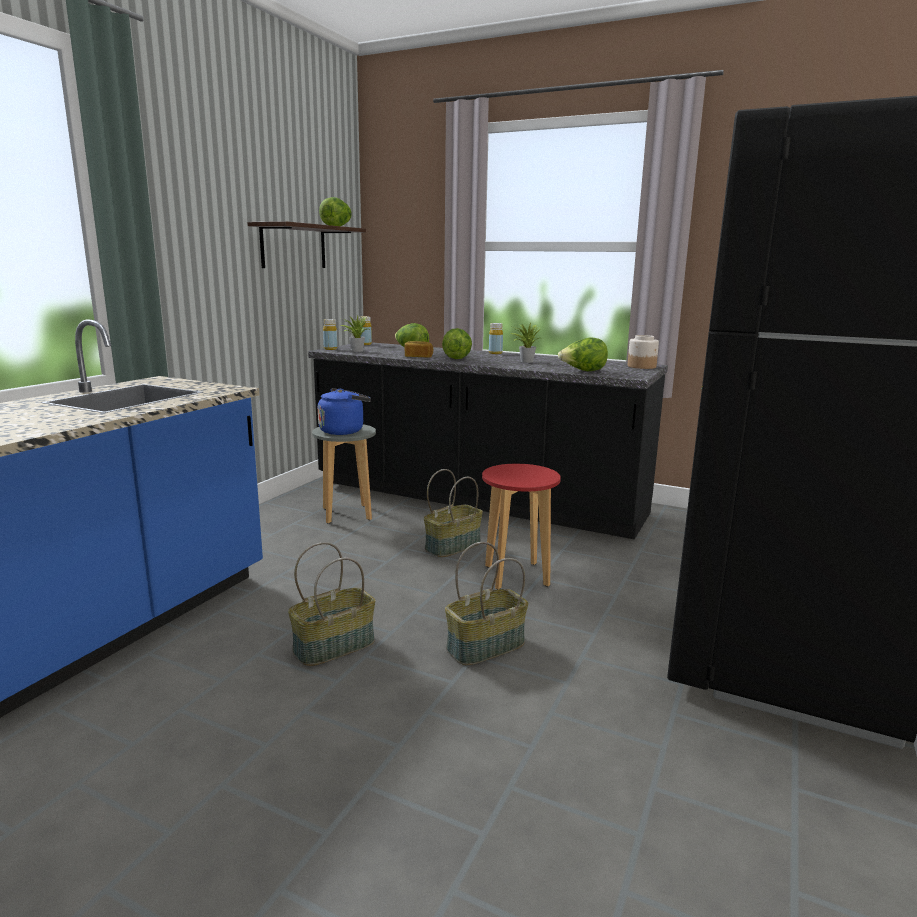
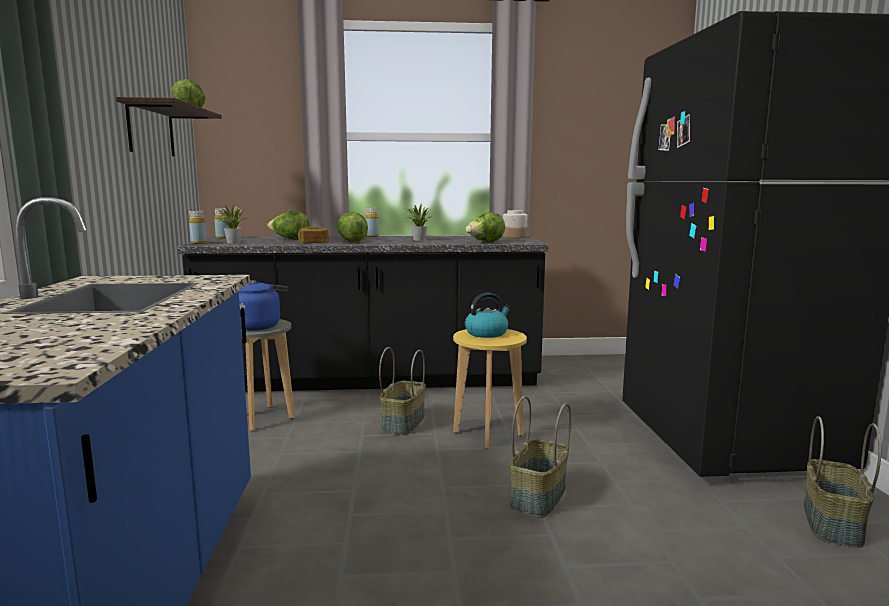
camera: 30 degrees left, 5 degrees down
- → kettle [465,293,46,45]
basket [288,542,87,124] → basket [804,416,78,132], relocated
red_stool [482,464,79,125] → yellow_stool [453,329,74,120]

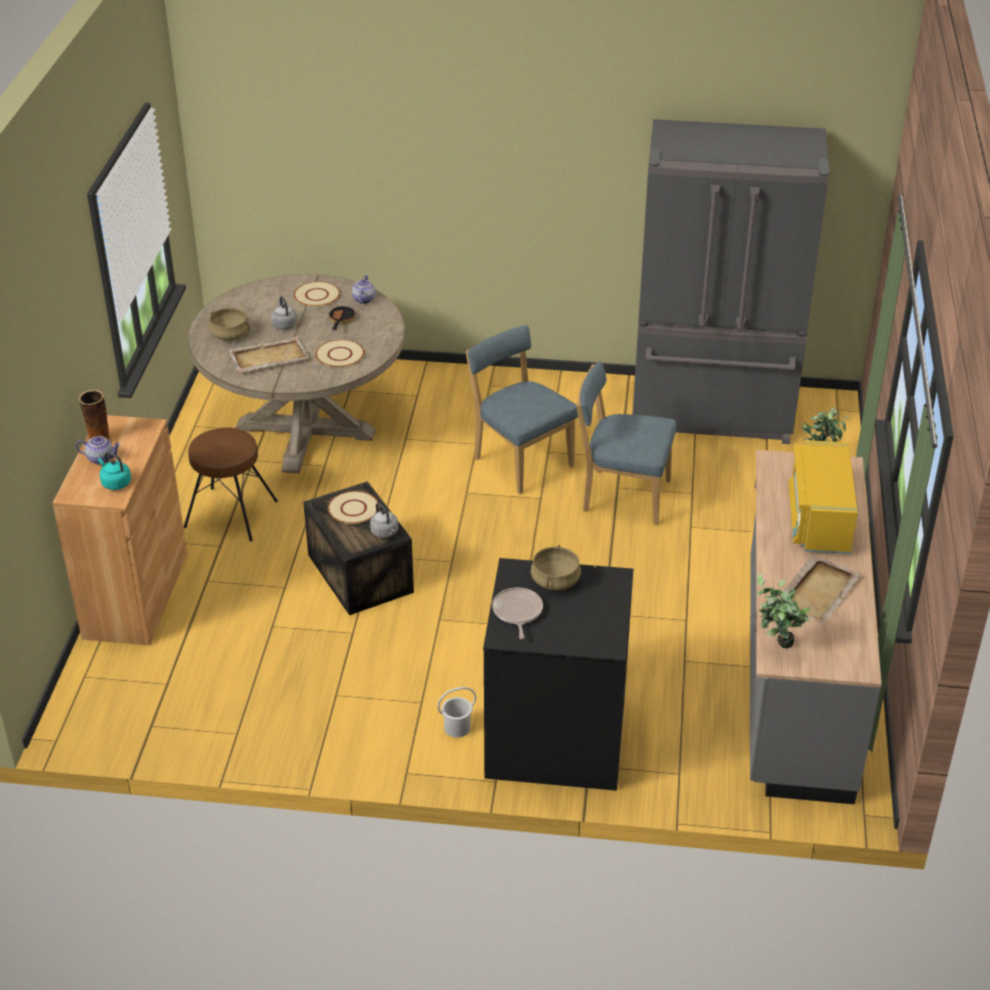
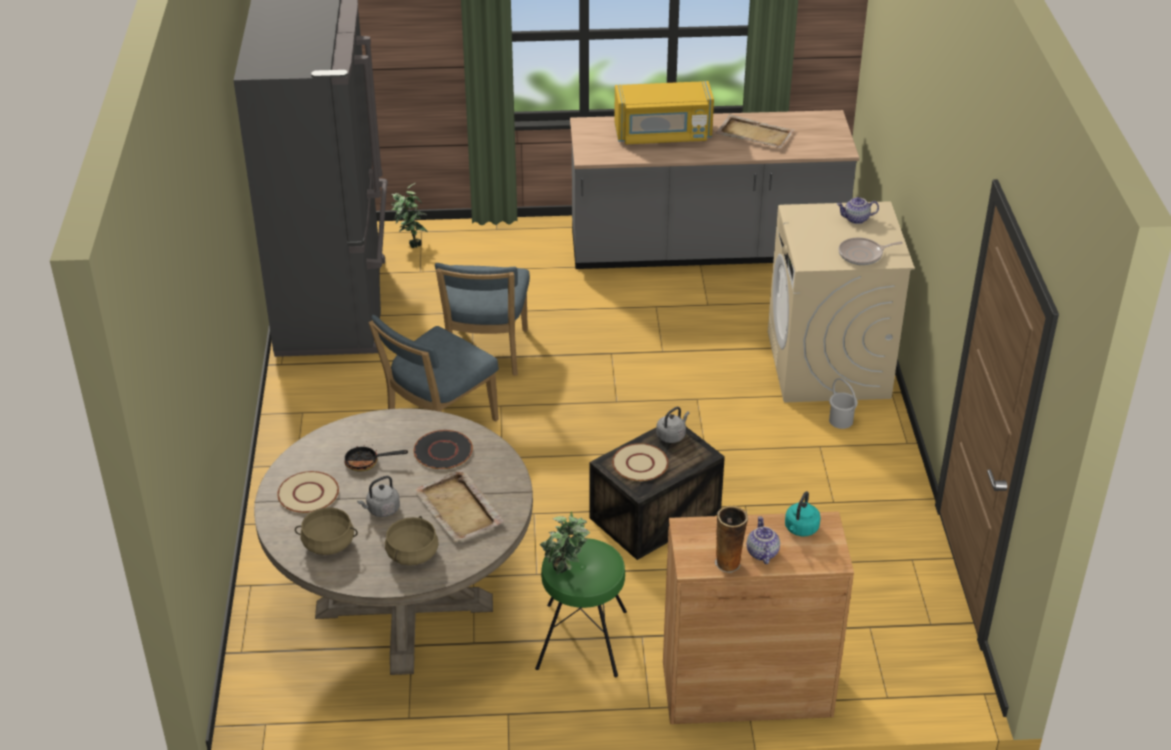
camera: 100 degrees left, 0 degrees up
teapot [352,275,23,29] → teapot [837,197,42,27], relocated
beige_cooking_pot [531,545,50,45] → beige_cooking_pot [295,507,63,48], relocated
potted_plant [757,574,53,74] → potted_plant [540,511,50,63], relocated
brown_stool [184,428,94,113] → green_stool [535,538,92,139]
beige_plate [316,339,48,28] → black_plate [414,430,59,39]
black_washing_machine [483,558,150,233] → beige_washing_machine [768,201,147,202]

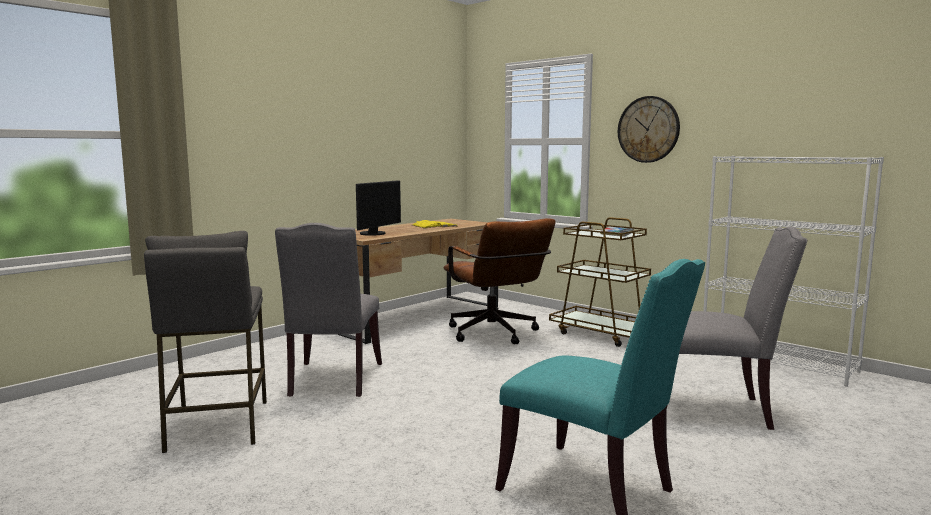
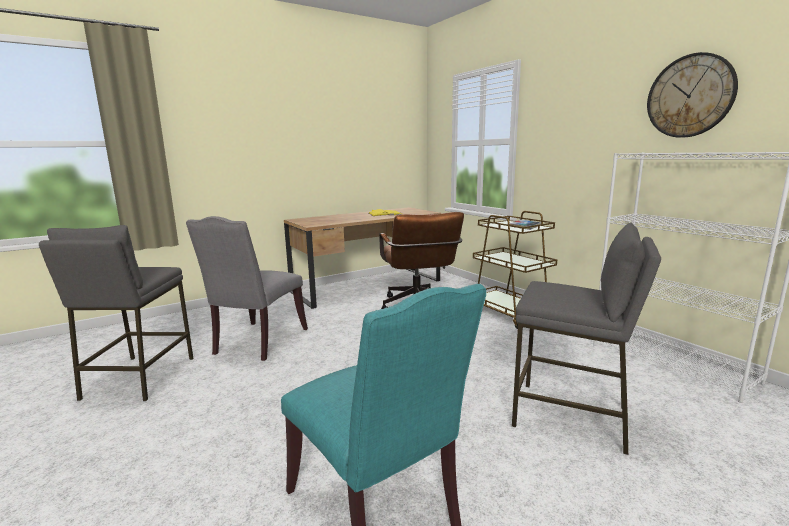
camera: 15 degrees right, 5 degrees up
monitor [356,180,45,56] → -
wall_clock [618,96,62,67] → wall_clock [647,52,91,86], relocated
grey_chair [679,227,128,203] → grey_stool [512,223,149,232]

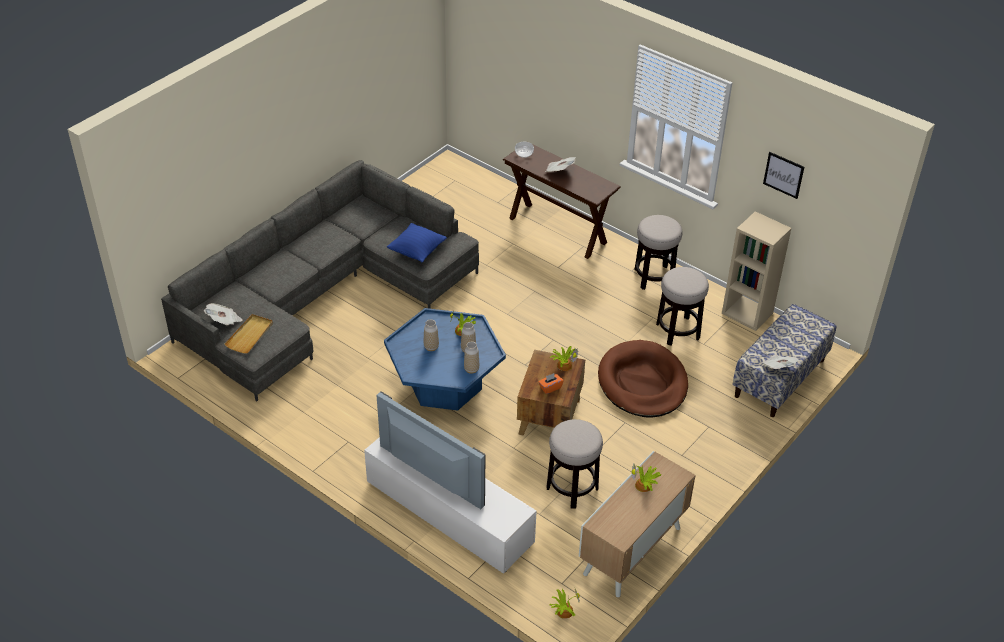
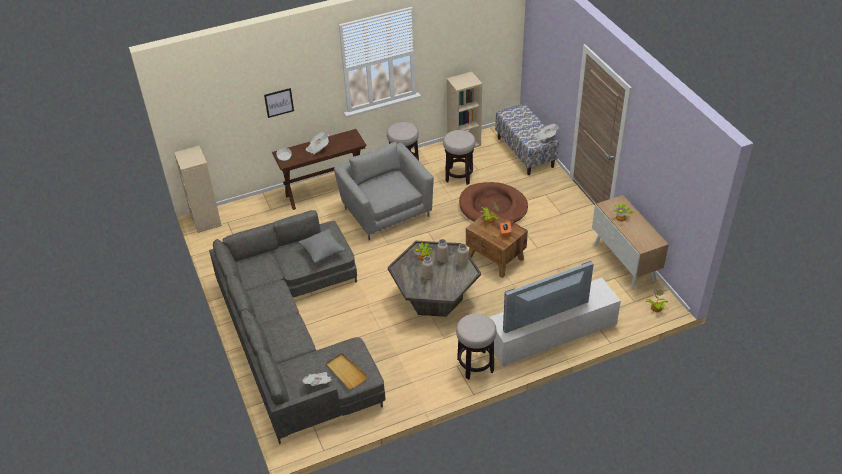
camera: 60 degrees left, 0 degrees up
- → beige_bookcase [174,146,48,87]
- → grey_armchair [334,142,100,98]
stool [547,419,56,90] → stool [456,313,41,66], relocated
picture [763,152,41,47] → picture [264,88,30,30], relocated
blue_coffee_table [384,308,122,103] → grey_coffee_table [388,241,93,76]
blue_pillow [387,223,60,39] → grey_pillow [299,229,46,34]

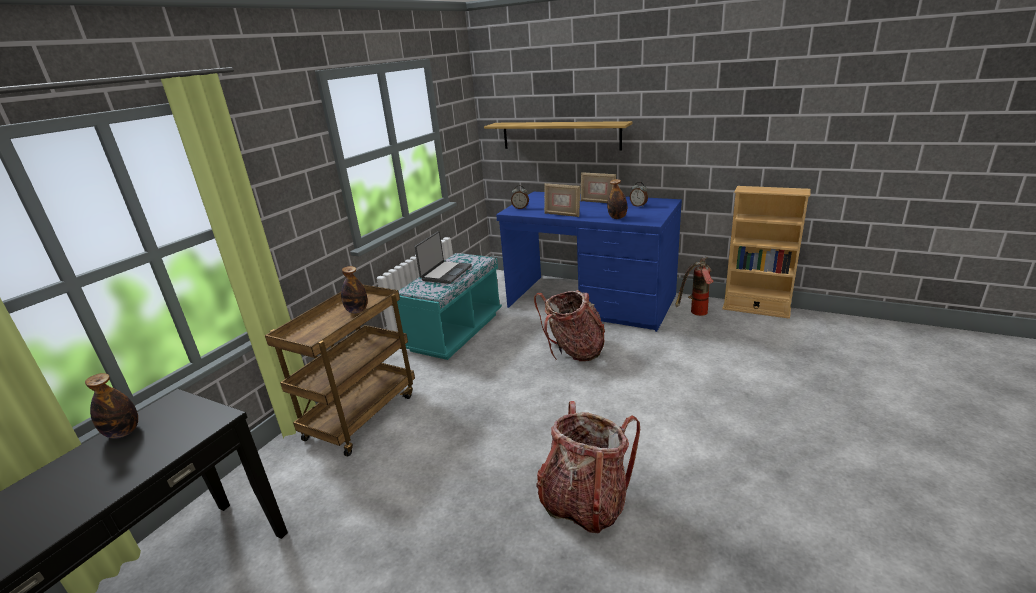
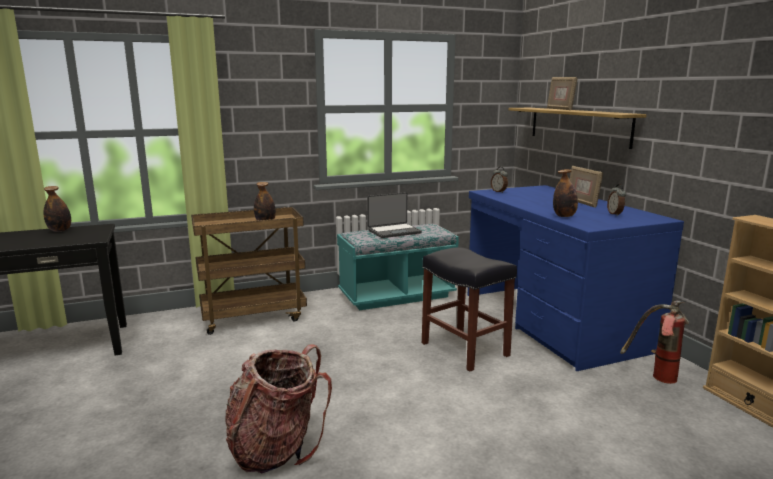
camera: 40 degrees right, 10 degrees down
picture_frame [544,183,36,34] → picture_frame [547,77,31,33], relocated
backpack [534,290,71,71] → black_stool [422,247,95,125]

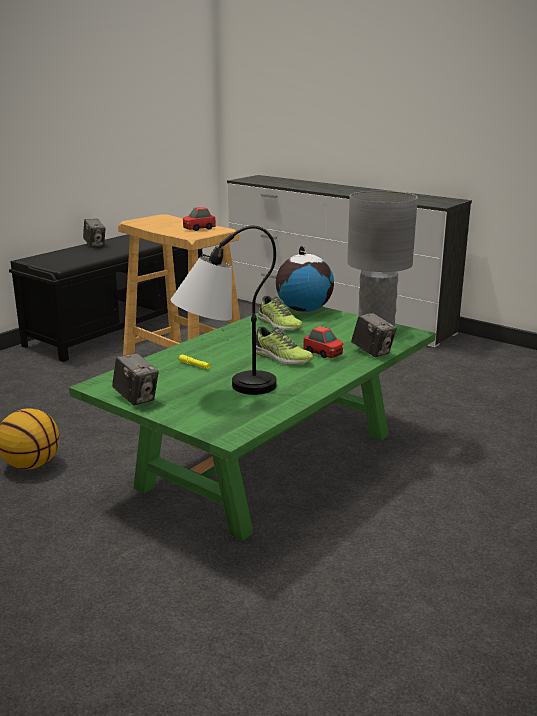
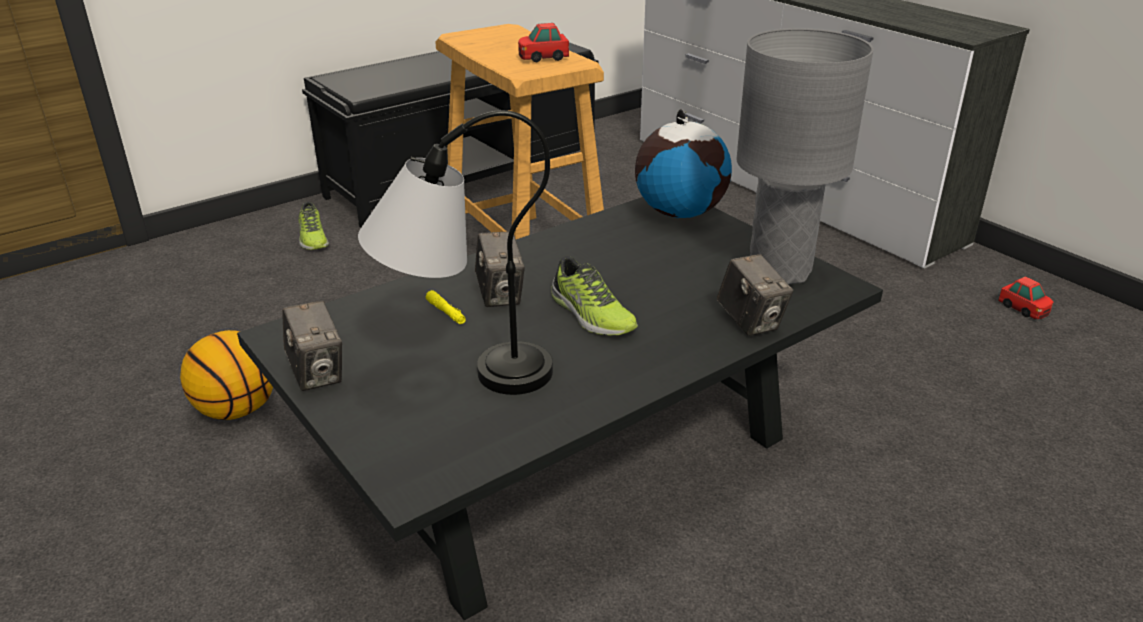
camera: 15 degrees right, 10 degrees up
photo_camera [83,219,23,28] → photo_camera [475,232,50,75], relocated
shoe [258,296,45,35] → shoe [299,202,30,48], relocated
toy_car [303,326,40,32] → toy_car [998,276,55,43], relocated
green_coffee_table [69,306,367,235] → black_coffee_table [237,197,646,423]

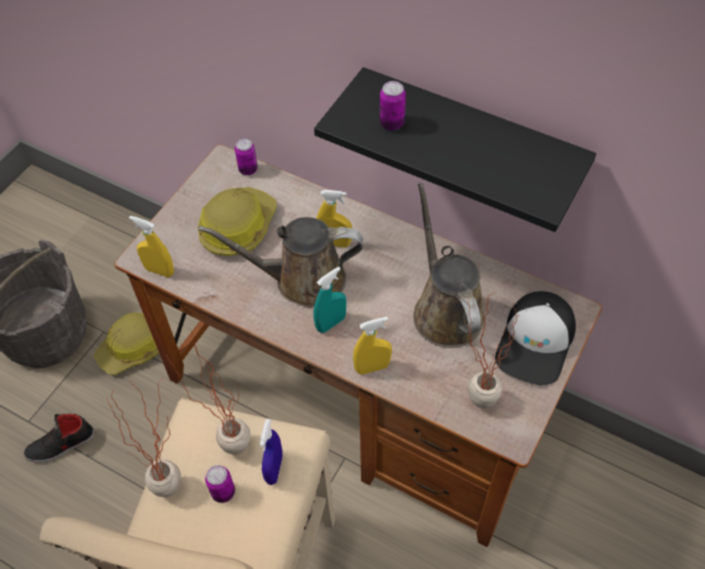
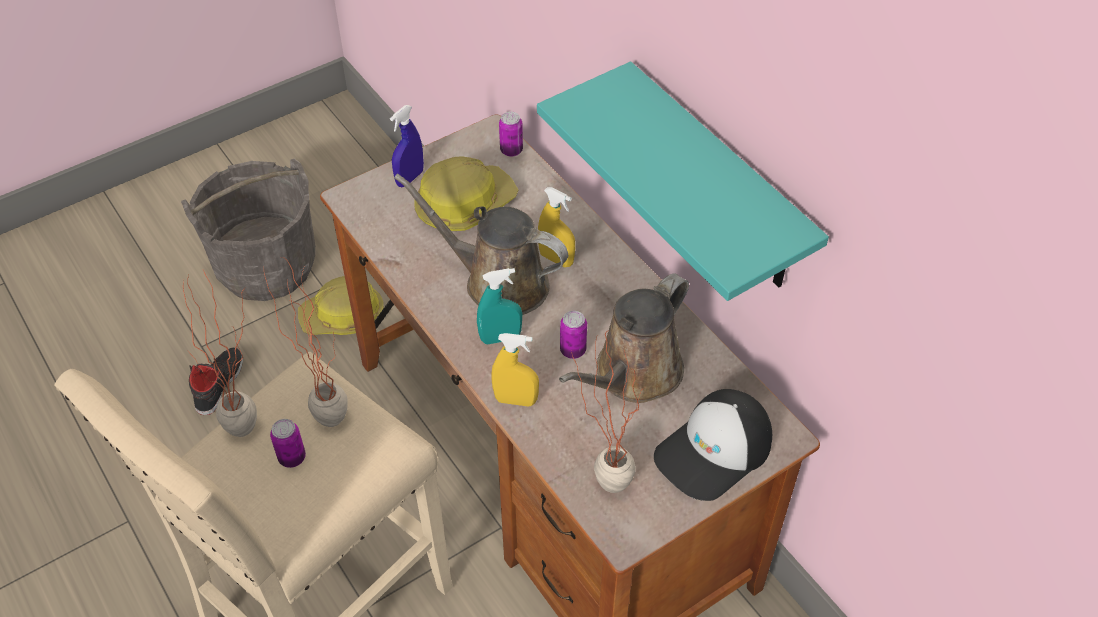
camera: 25 degrees right, 5 degrees down
yellow_spray_bottle [129,216,45,62] → -
blue_spray_bottle [260,419,23,66] → blue_spray_bottle [390,105,34,82], relocated
can [380,81,26,49] → can [560,311,27,48], relocated
black_shelf [314,67,282,165] → turquoise_shelf [537,61,292,240]
black_shoe [24,414,70,49] → black_shoe [189,348,54,67], 105 degrees clockwise
brown_watering_can [413,183,71,165] → brown_watering_can [559,273,130,130], 150 degrees counterclockwise

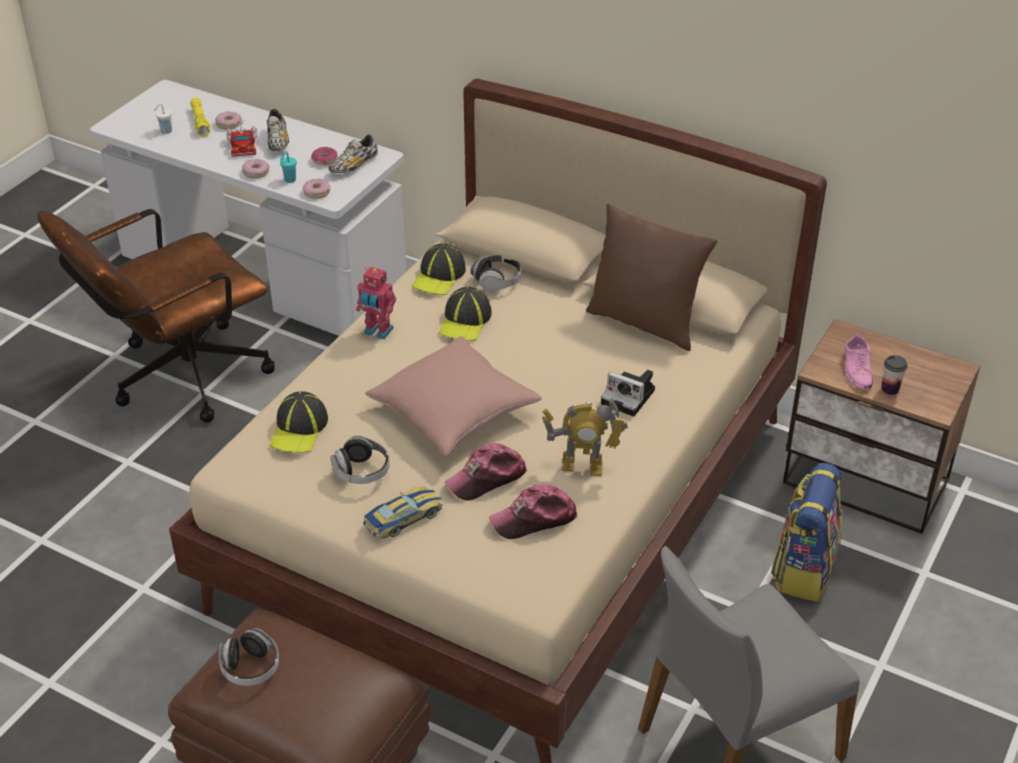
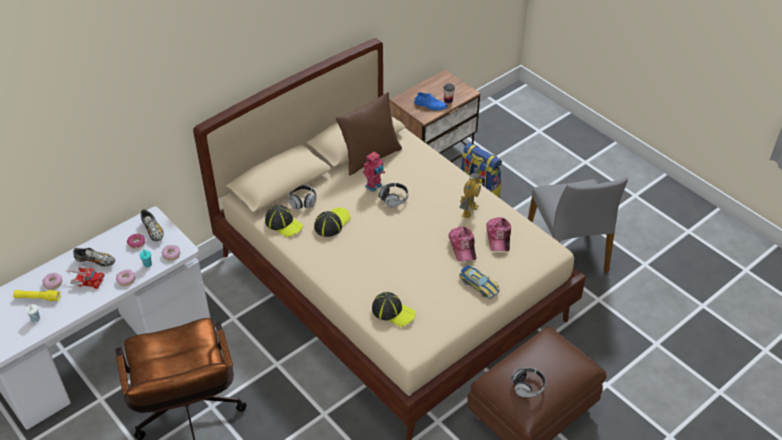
camera: 70 degrees left, 5 degrees up
pink_pillow [365,336,177,120] → -
photo_camera [601,370,54,47] → -
headphones [330,435,60,49] → headphones [378,183,30,24], relocated
toy_robot [356,267,40,72] → toy_robot [363,152,22,40], relocated
pink_shoe [845,334,28,55] → blue_shoe [414,92,33,19]
toy_car [363,486,80,53] → toy_car [459,265,41,34], 150 degrees clockwise
cap [439,287,53,54] → cap [314,207,36,30], 90 degrees counterclockwise

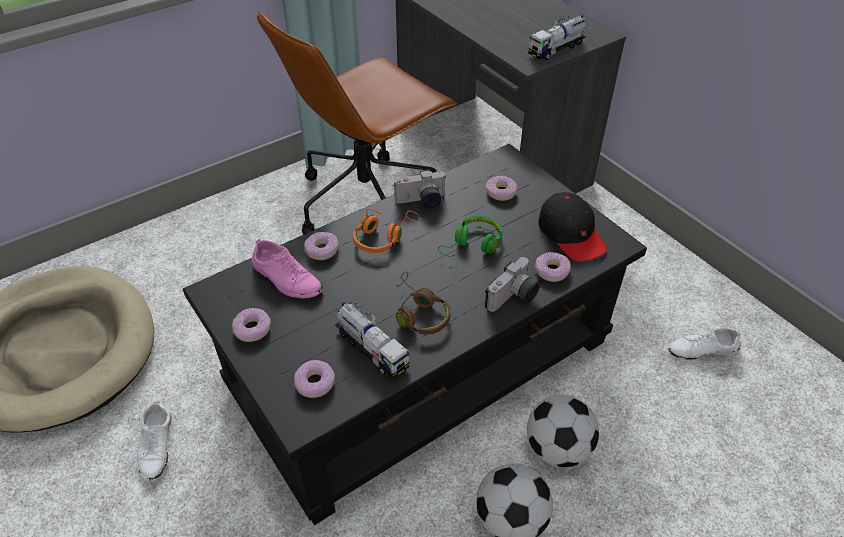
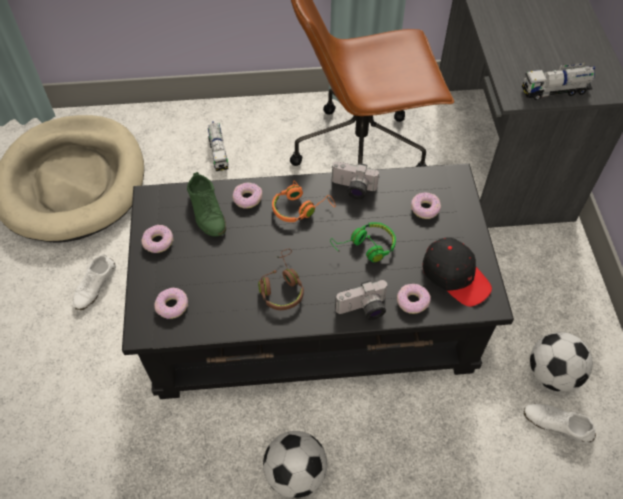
camera: 30 degrees right, 10 degrees up
toy_truck [335,300,74,79] → toy_truck [208,121,21,50], relocated
football [527,395,72,72] → football [530,332,63,60], relocated
pink_shoe [252,238,71,60] → green_shoe [187,172,39,65]
black_cap [538,192,69,70] → black_cap [422,238,70,69], 45 degrees counterclockwise

